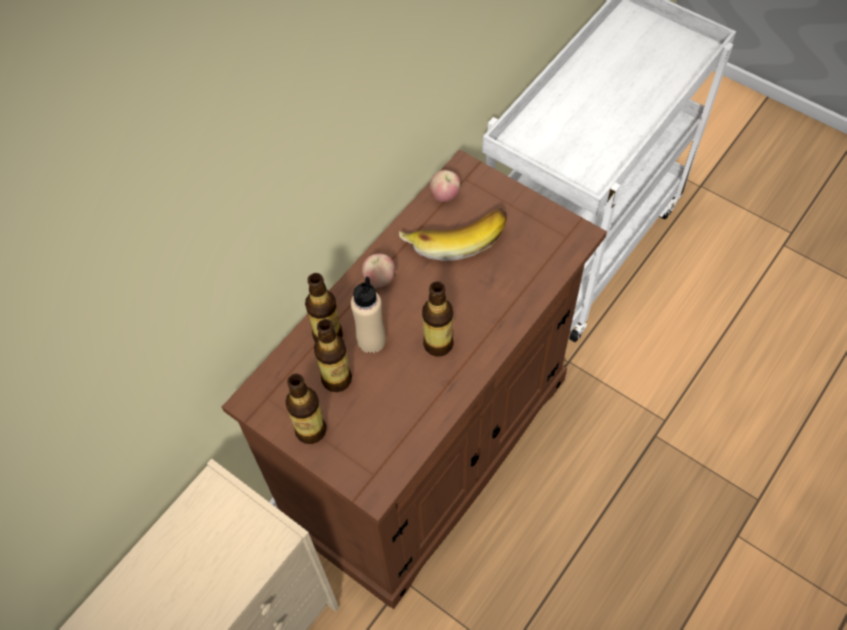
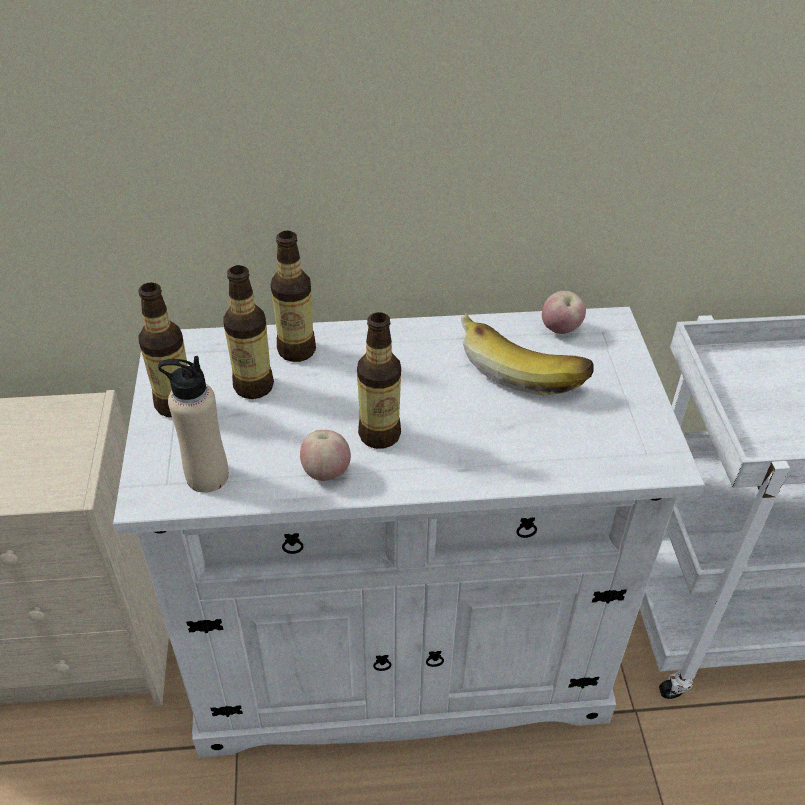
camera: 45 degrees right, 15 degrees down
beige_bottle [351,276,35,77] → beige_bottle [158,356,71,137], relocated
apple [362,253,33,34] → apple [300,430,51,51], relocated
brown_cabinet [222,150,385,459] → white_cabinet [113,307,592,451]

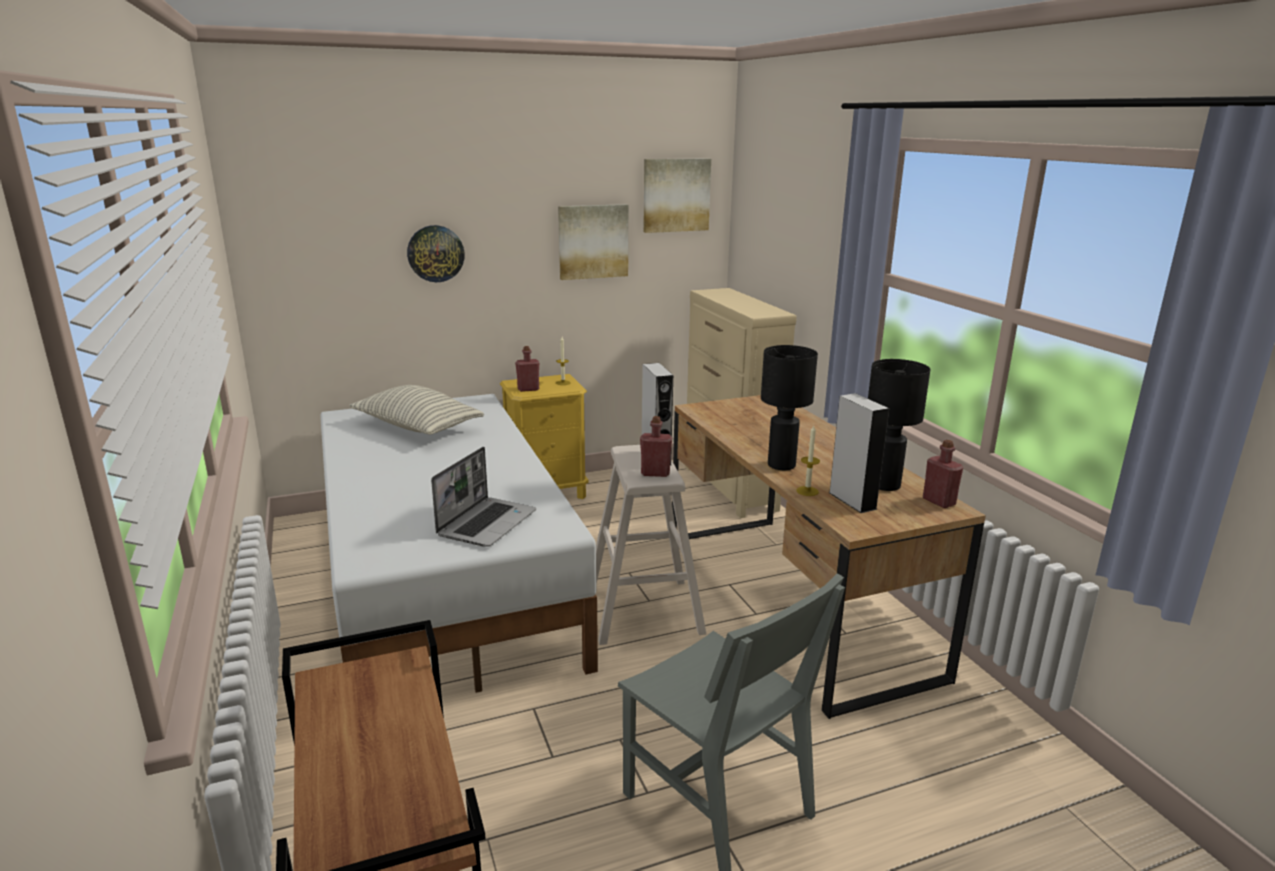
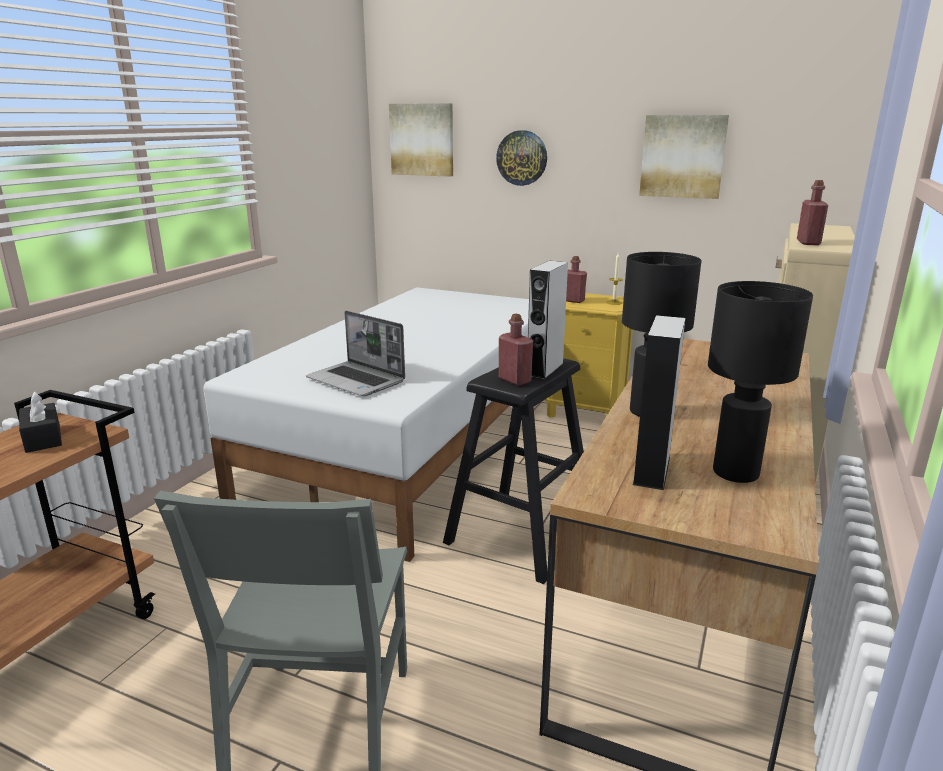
camera: 45 degrees right, 0 degrees up
pillow [349,385,135,50] → -
candle [797,426,23,70] → -
- → black_tissue_box [19,391,43,62]
picture [643,159,68,74] → picture [389,103,64,74], relocated
red_bottle [923,440,40,68] → red_bottle [797,180,31,65], relocated
beige_stool [596,445,110,200] → black_stool [443,358,141,226]
laptop [431,447,105,99] → laptop [306,311,99,85], 60 degrees clockwise

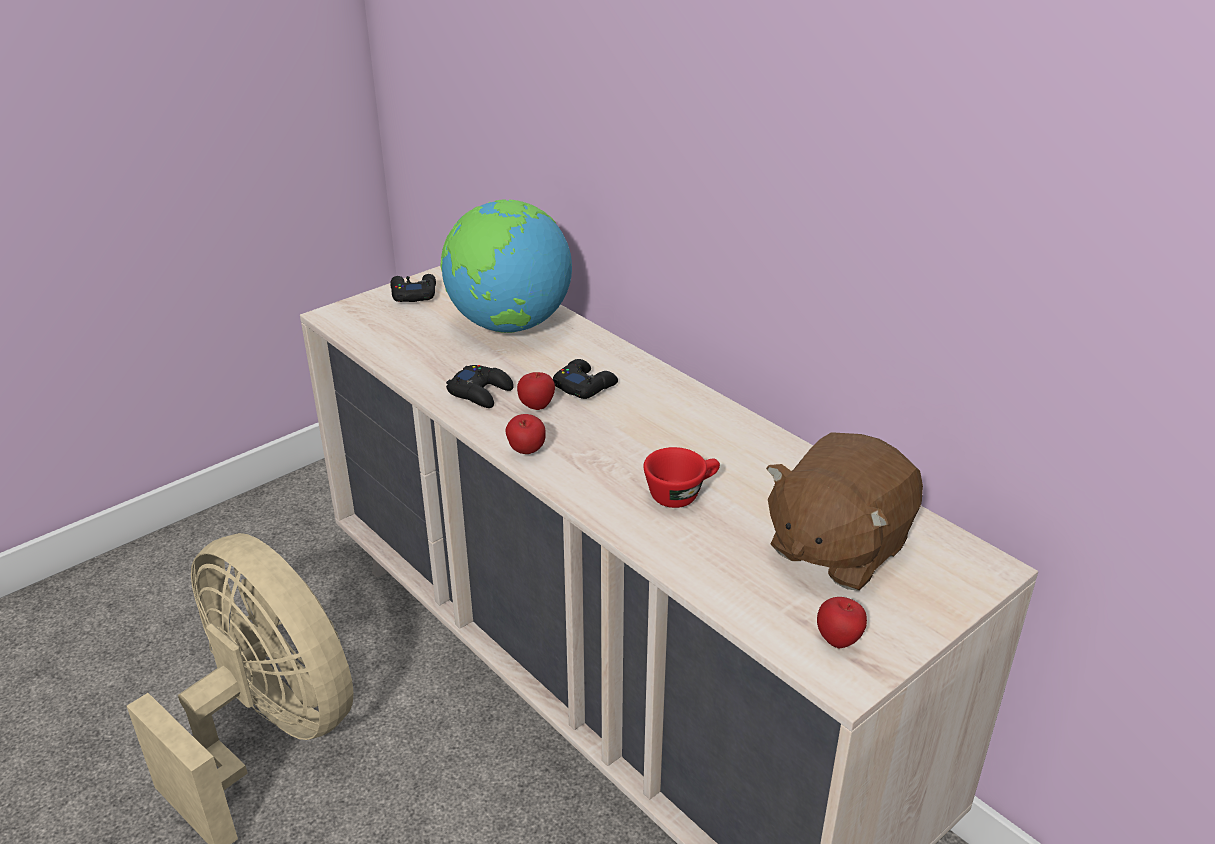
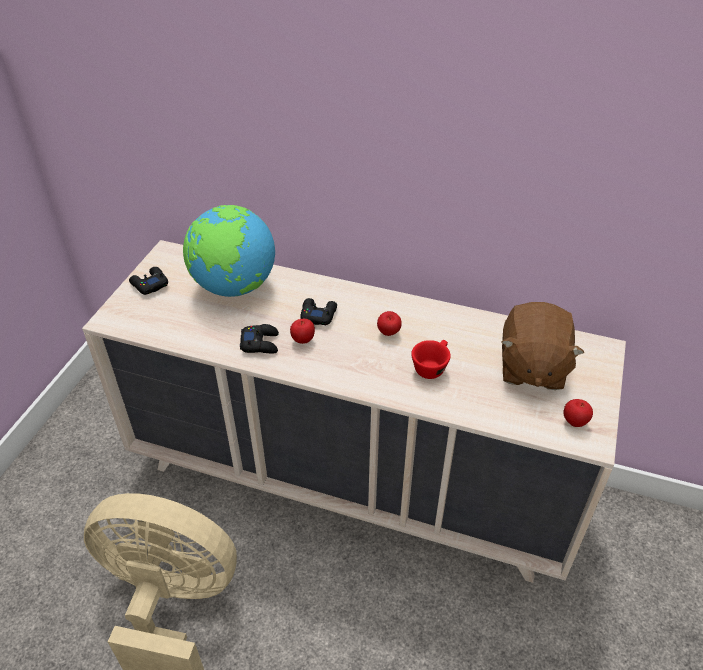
camera: 30 degrees left, 10 degrees up
apple [506,414,40,40] → apple [377,311,25,25], relocated

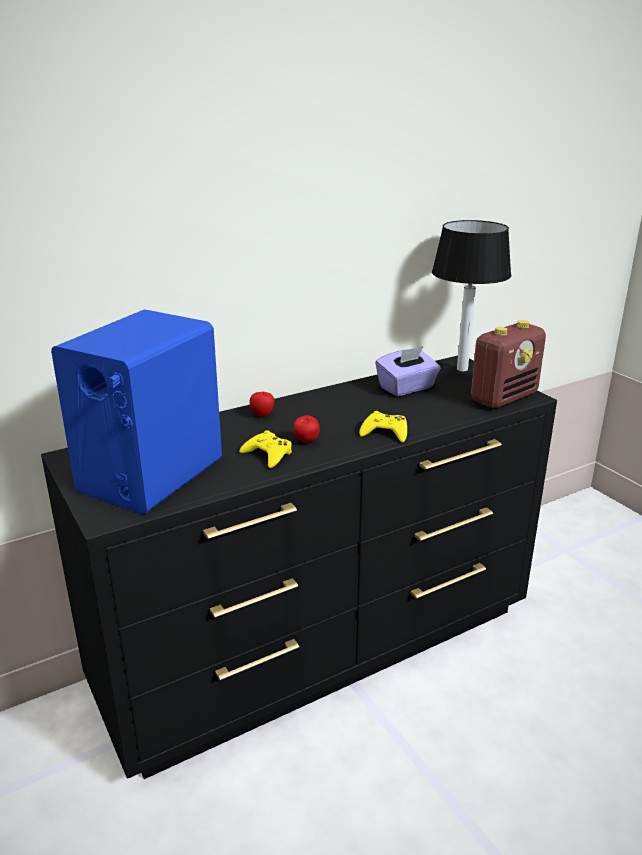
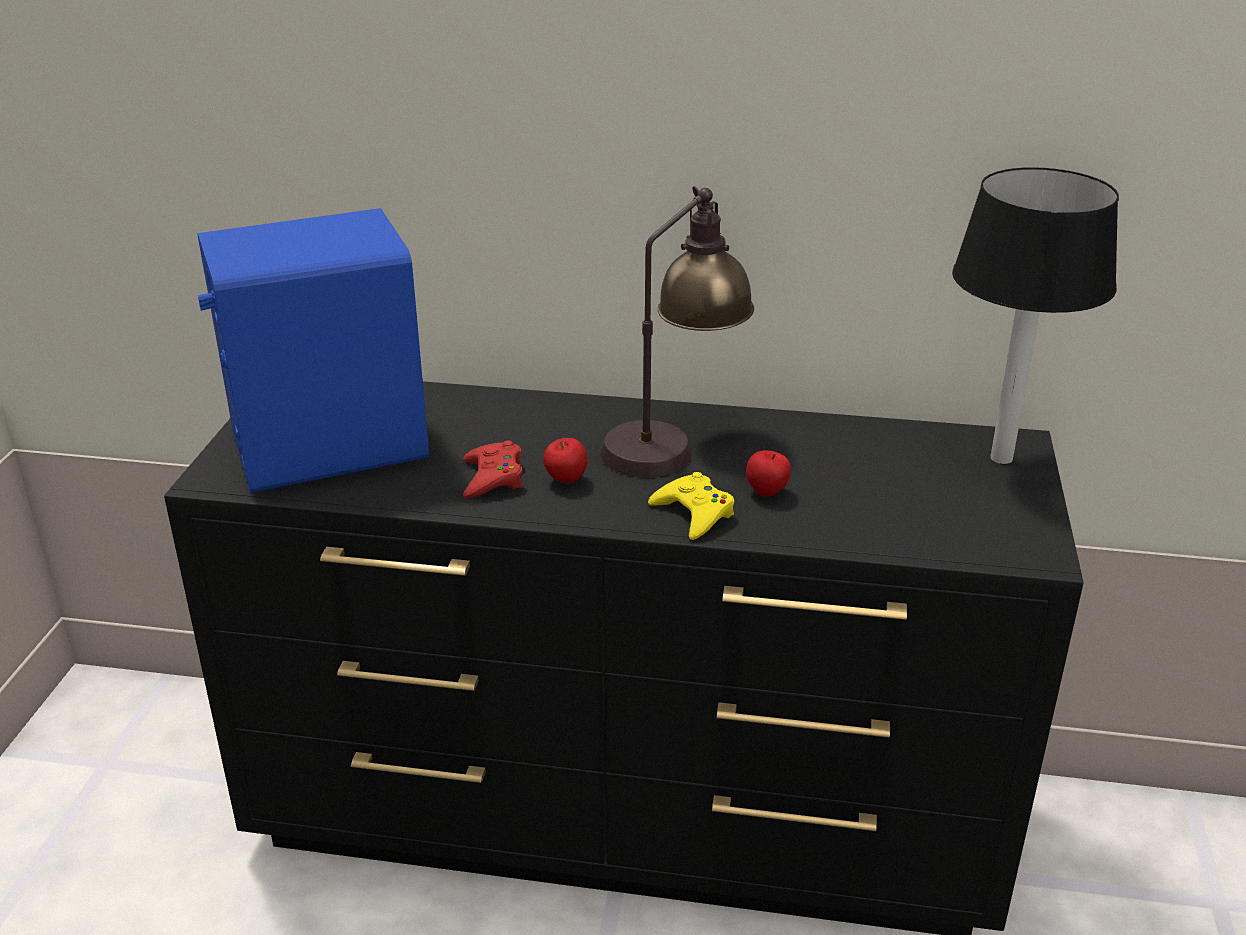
camera: 40 degrees right, 5 degrees up
purple_tissue_box [375,346,66,50] → -
radio [471,320,75,88] → -
- → table_lamp [600,186,154,292]
apple [250,391,25,26] → apple [746,450,45,47], relocated
yellow_game_controller [239,430,53,38] → red_game_controller [463,441,60,57]

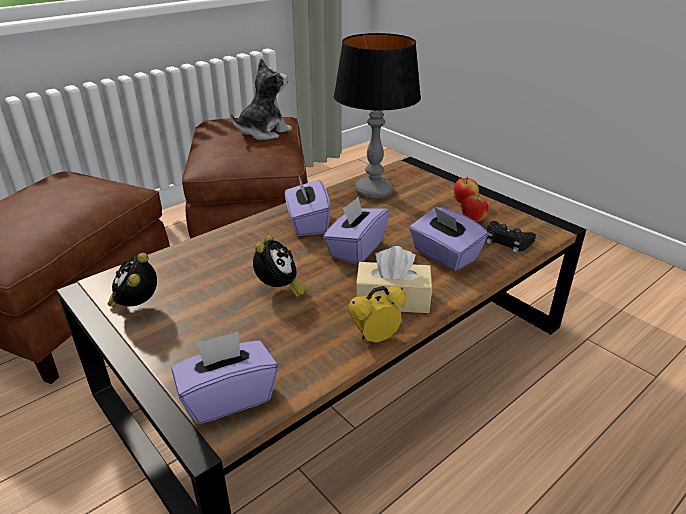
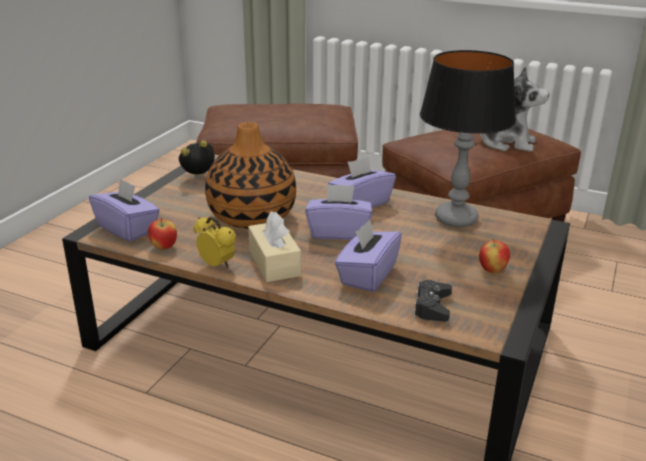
camera: 65 degrees right, 5 degrees down
apple [462,192,26,30] → apple [148,218,29,31], relocated
alarm_clock [253,235,53,63] → vase [205,122,91,106]

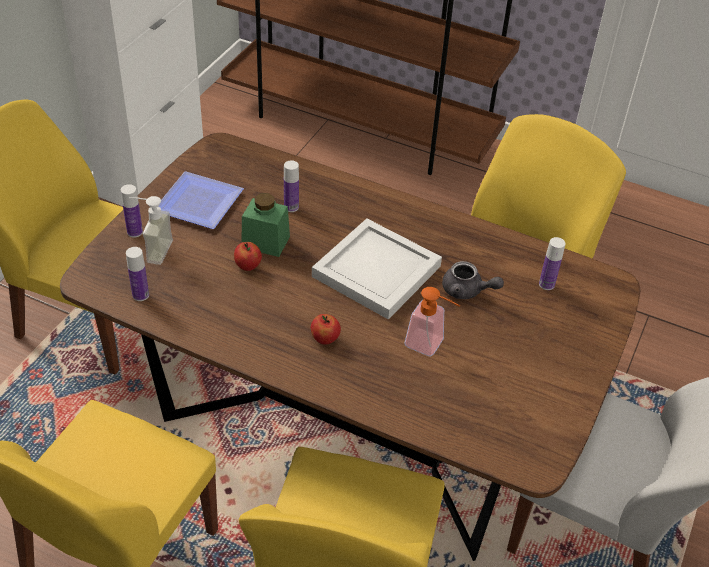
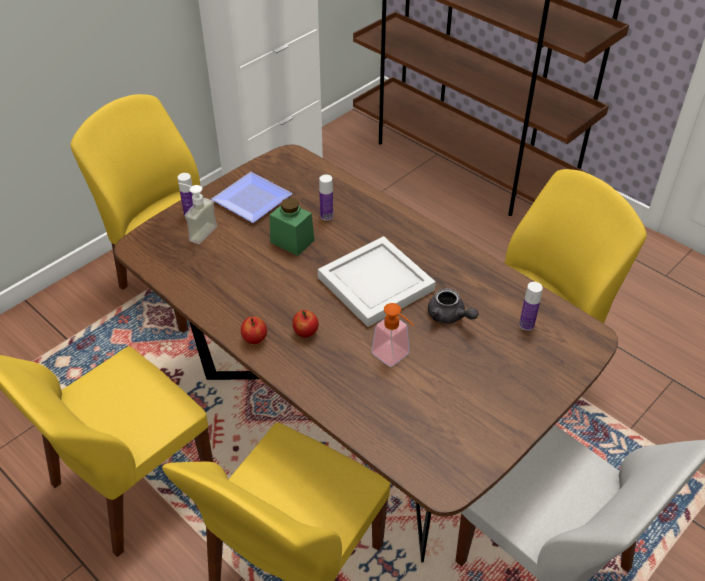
camera: 20 degrees right, 0 degrees up
bottle [126,247,23,54] → -
apple [234,242,28,29] → apple [241,316,26,28], relocated

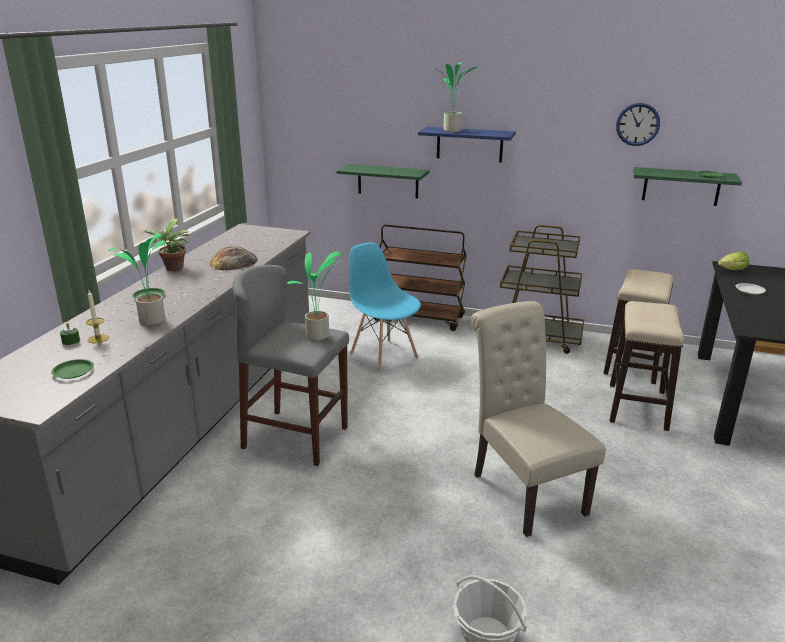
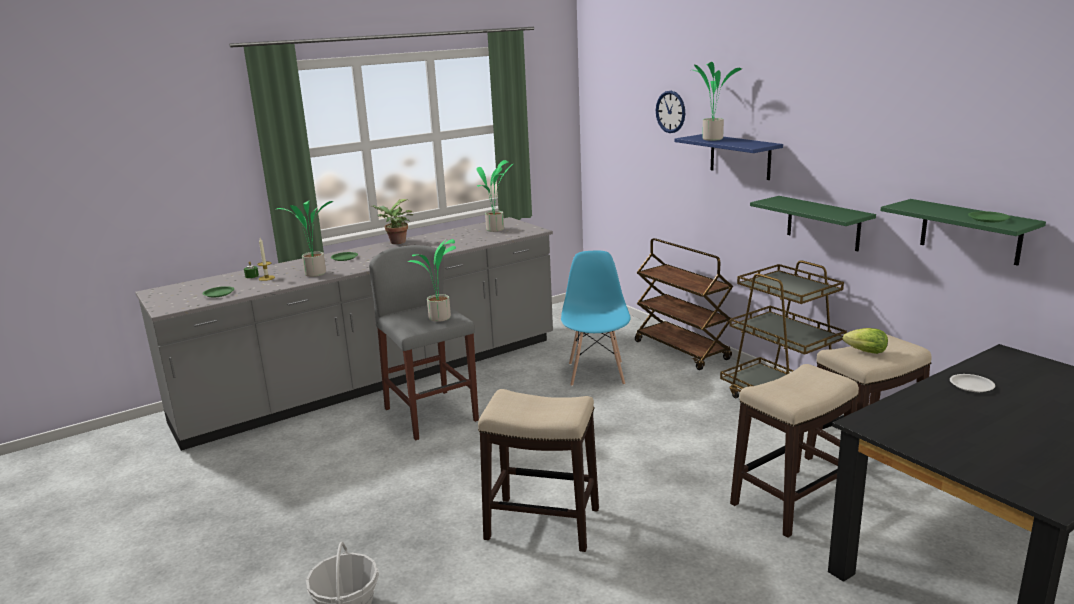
camera: 40 degrees right, 5 degrees down
bread [210,246,48,24] → -
- → potted_plant [476,160,37,72]
green_shelf [336,164,93,34] → green_shelf [750,196,126,56], relocated
wall_clock [616,103,44,43] → wall_clock [656,91,29,42], relocated
lettuce [718,252,31,18] → lettuce [843,328,45,26], relocated
beige_chair [471,301,135,236] → stool [478,389,121,163]

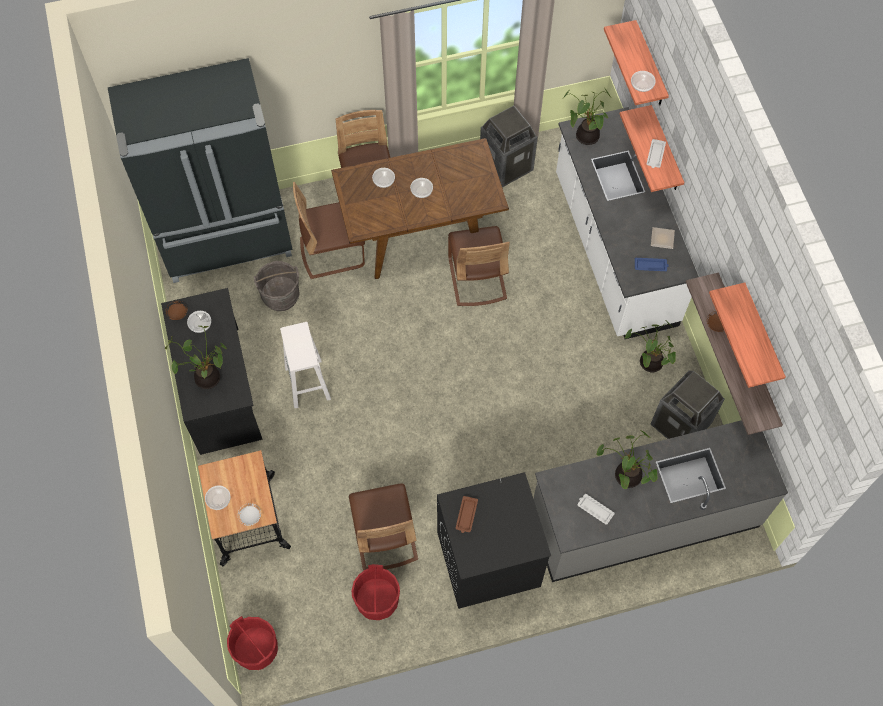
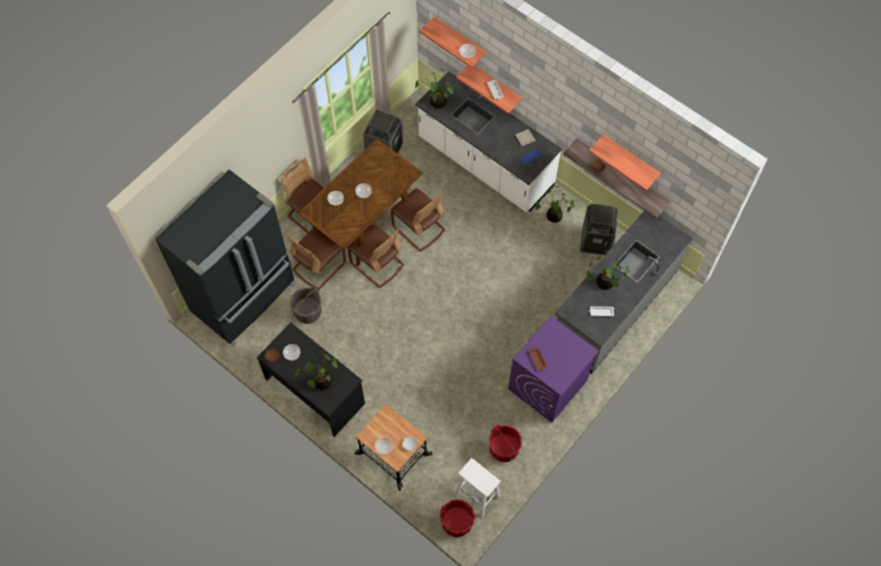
camera: 35 degrees left, 0 degrees up
white_stool [280,322,51,86] → white_stool [455,458,46,59], relocated
brown_chair [349,483,69,88] → brown_chair [347,225,58,63], relocated
black_washing_machine [437,472,114,137] → purple_washing_machine [508,316,91,107]

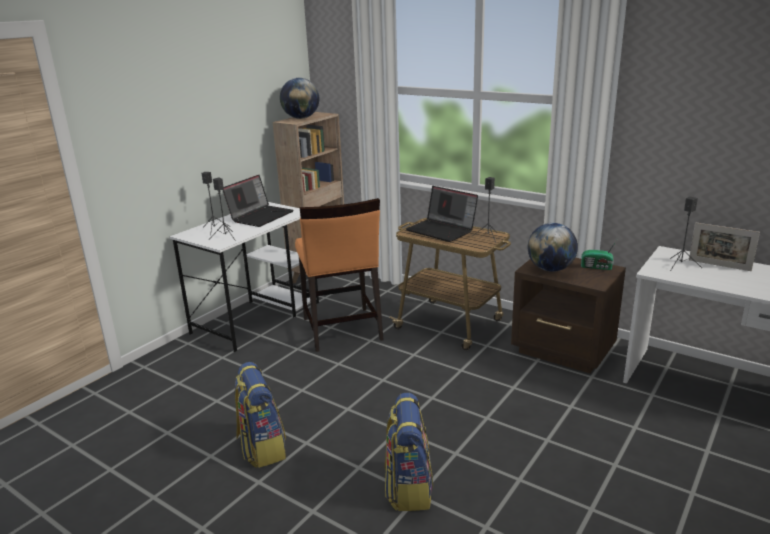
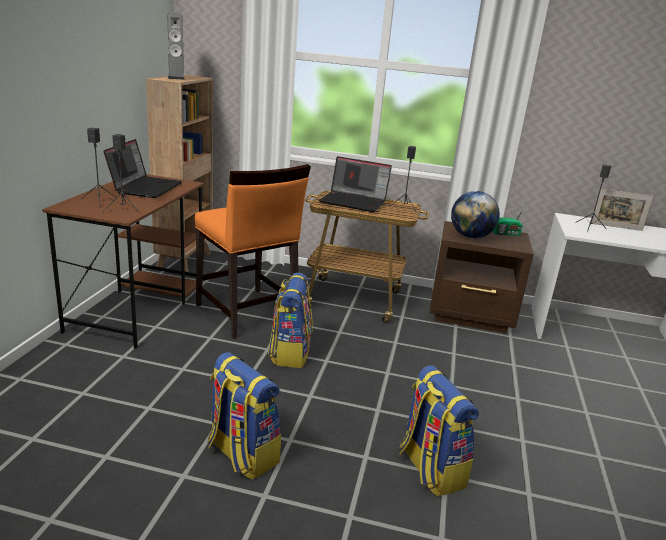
camera: 25 degrees left, 0 degrees up
- → backpack [268,273,45,95]
globe [280,78,39,41] → speaker [167,13,18,67]
white_desk [169,202,150,150] → brown_desk [42,174,162,175]

